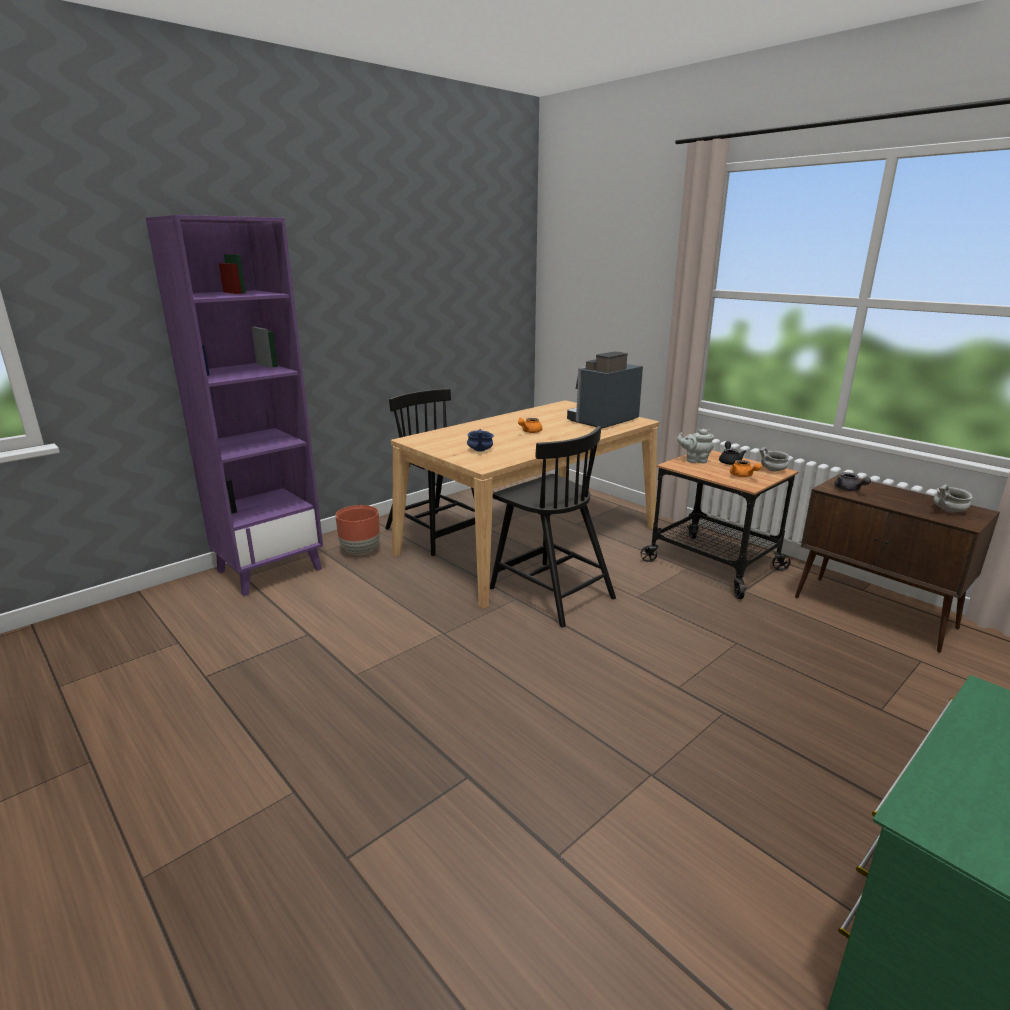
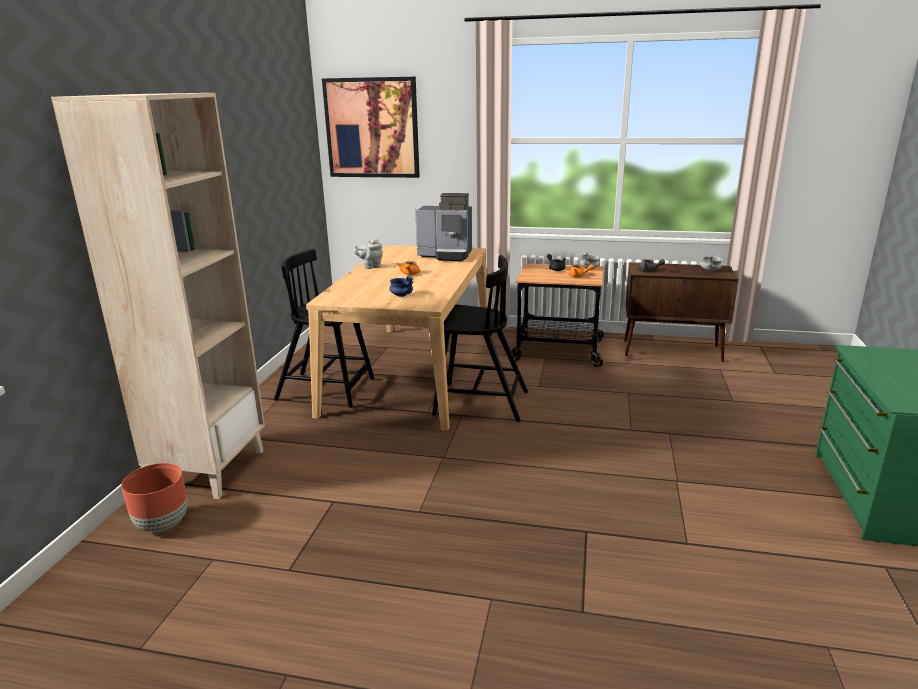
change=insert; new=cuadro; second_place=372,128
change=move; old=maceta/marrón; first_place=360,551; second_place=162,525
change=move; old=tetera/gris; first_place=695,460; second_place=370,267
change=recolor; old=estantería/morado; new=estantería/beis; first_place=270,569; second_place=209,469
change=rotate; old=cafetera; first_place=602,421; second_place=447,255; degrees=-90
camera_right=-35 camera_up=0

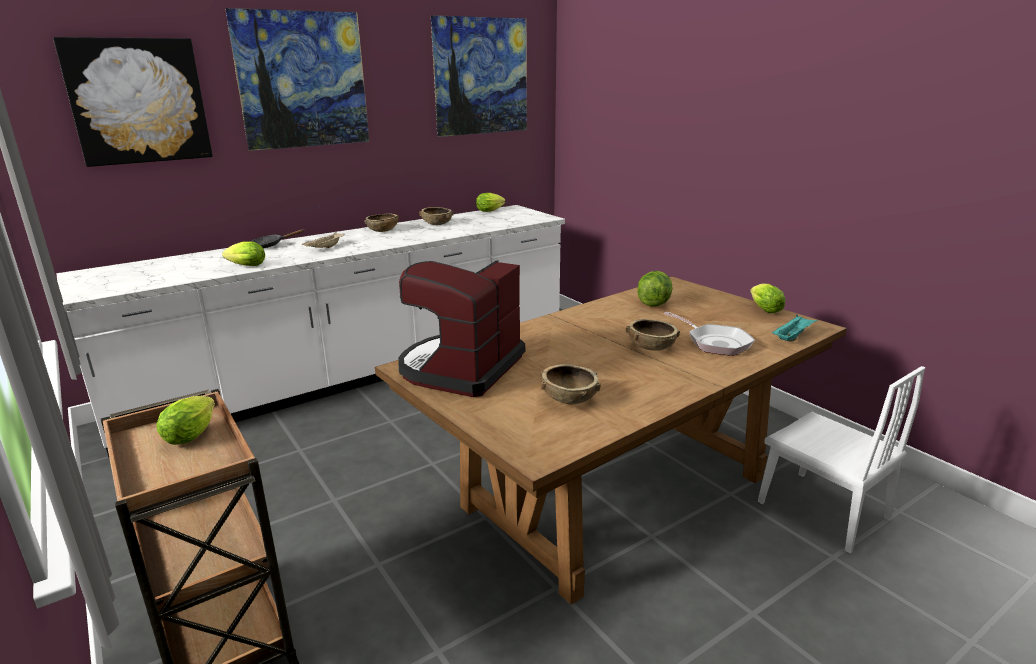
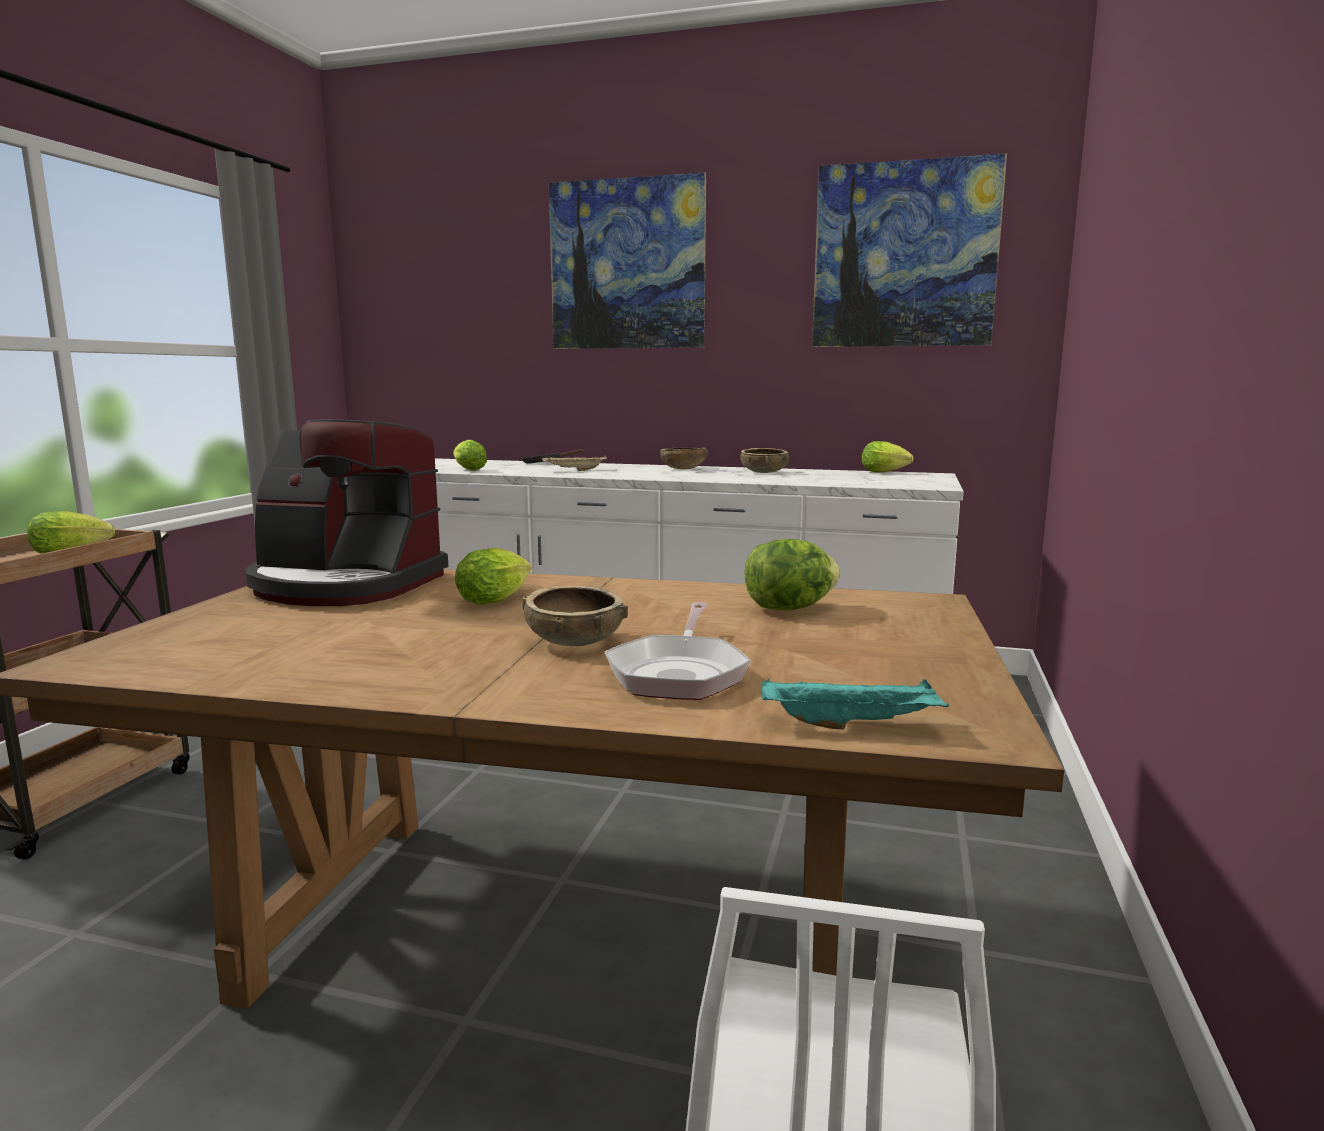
change=delete; old=cuadro; first_place=138,101
change=delete; old=cuenco/marrón; first_place=569,399
change=move; old=lechuga; first_place=763,309; second_place=497,600
change=rotate; old=cafetera; first_place=461,368; second_place=345,585; degrees=-150
camera_right=50 camera_up=-10

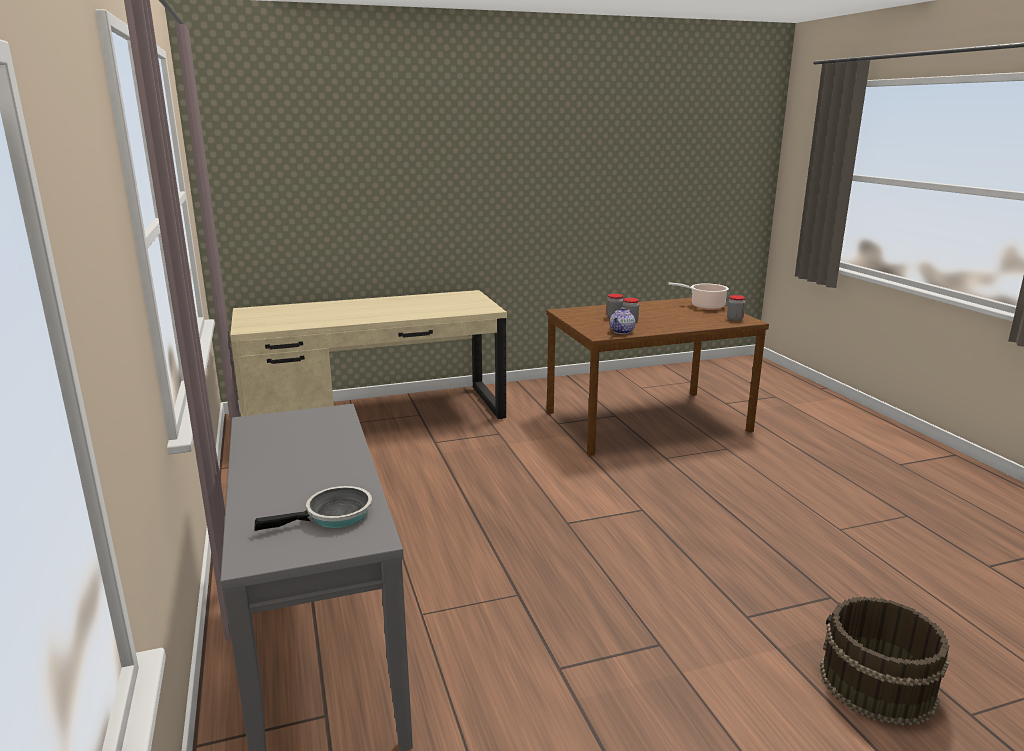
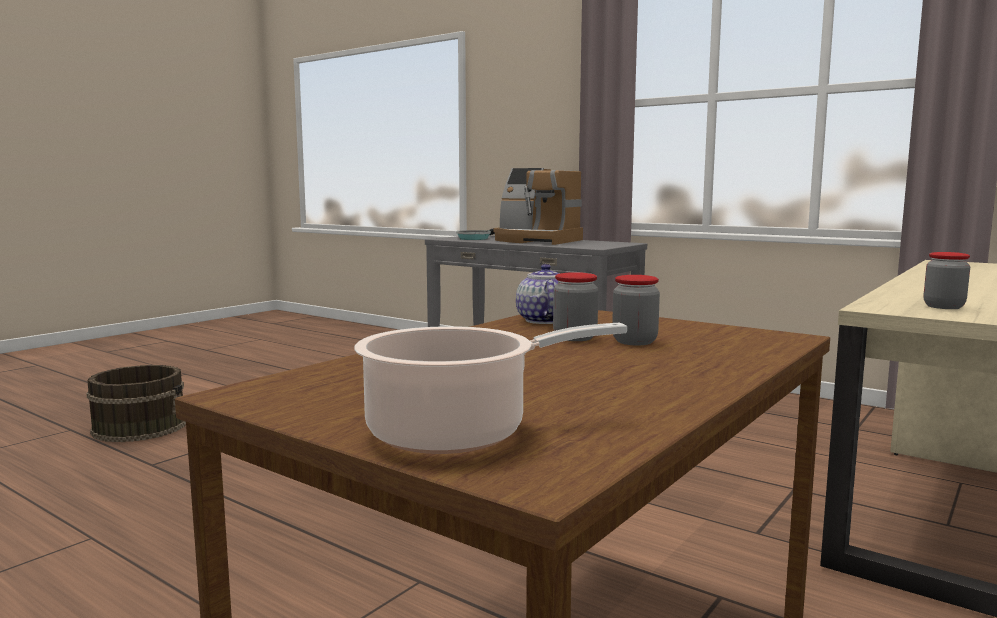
change=insert; new=cafetera; second_place=536,240
change=move; old=tarro; first_place=734,319; second_place=943,307
camera_right=145 camera_up=-10

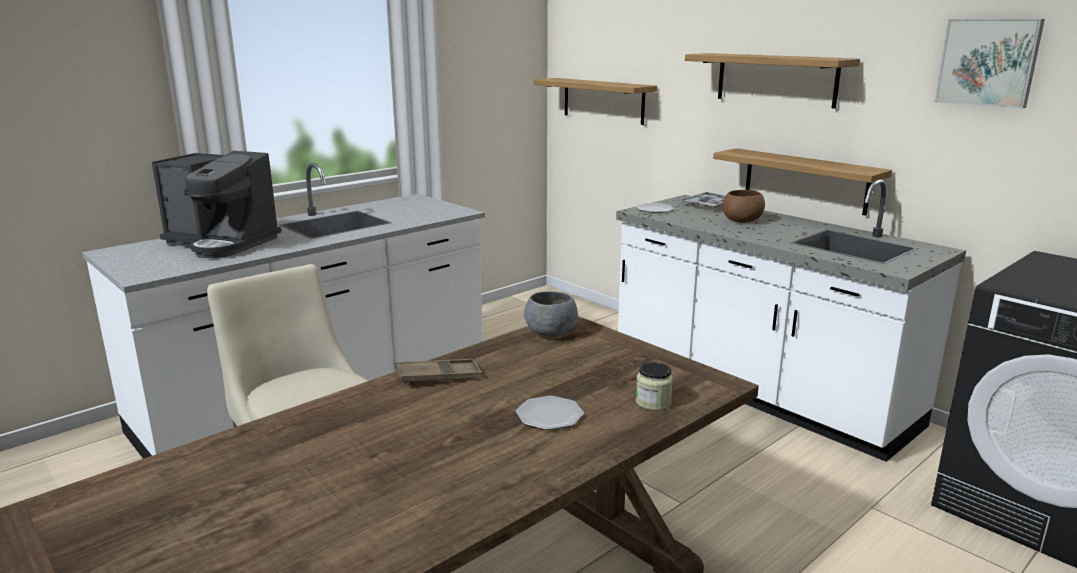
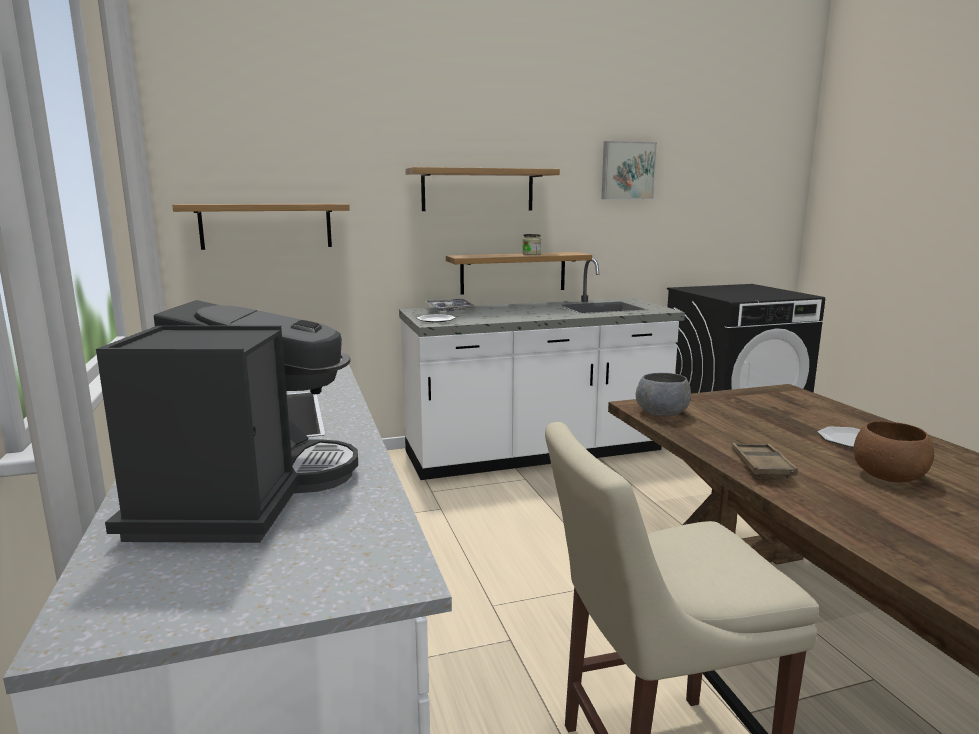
change=move; old=tarro; first_place=653,402; second_place=531,254
change=move; old=cuenco/marrón; first_place=741,221; second_place=887,477
change=rotate; old=cafetera; first_place=222,243; second_place=244,494; degrees=-45
camera_right=-65 camera_up=-5

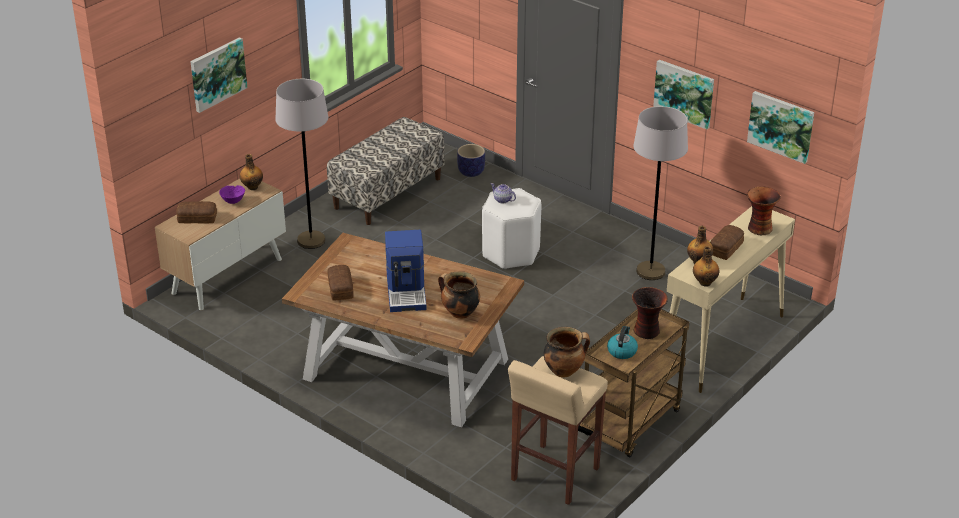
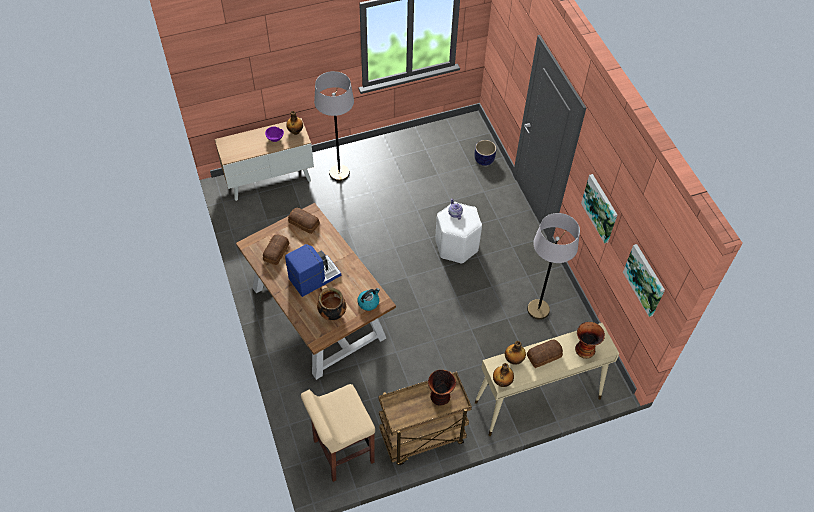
change=delete; old=cuadro; first_place=217,74
change=delete; old=banco; first_place=387,193
change=delete; old=olla; first_place=564,370
change=move; old=pan; first_place=198,218; second_place=304,224
change=move; old=hervidor; first_place=622,351; second_place=368,302
change=rotate; old=cafetera; first_place=407,292; second_place=314,277; degrees=-150
camera_right=30 camera_up=20

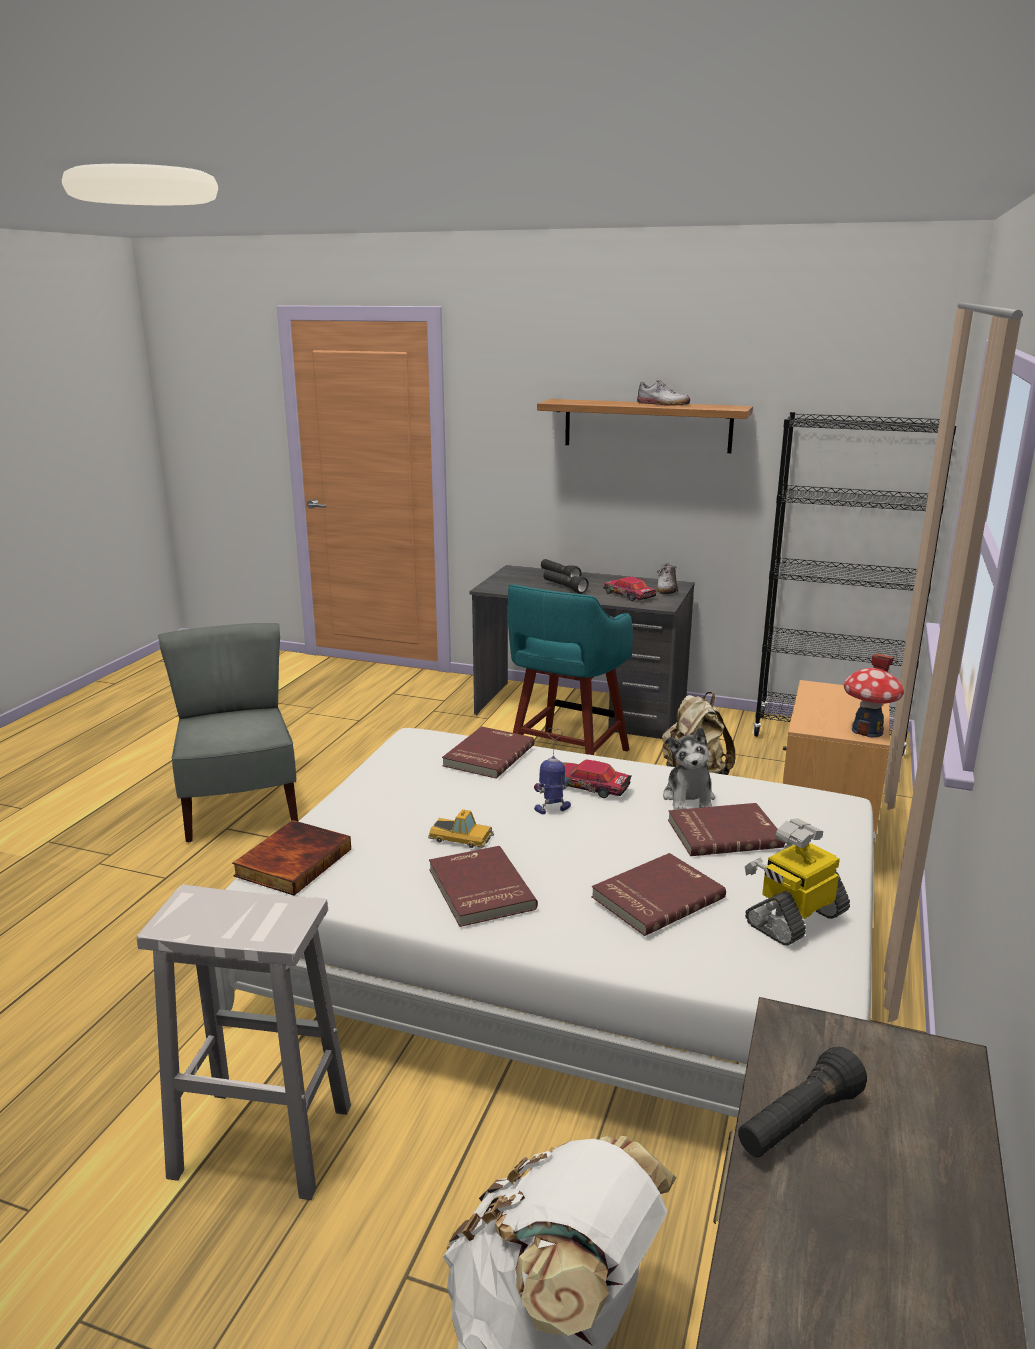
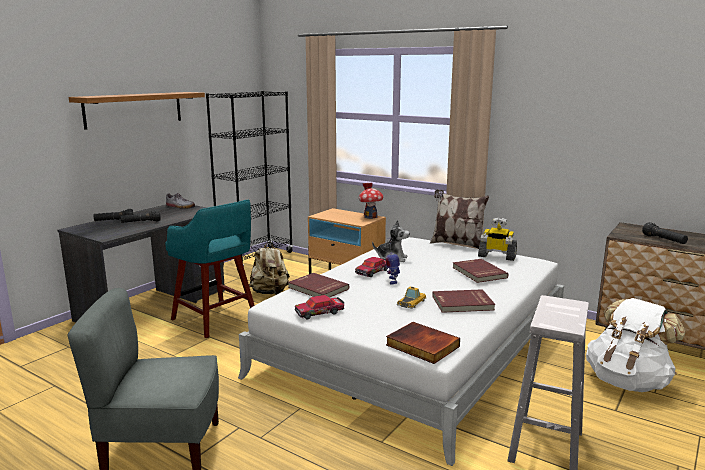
change=delete; old=zapato; first_place=662,404
change=delete; old=libro/rojo; first_place=723,832
change=insert; new=cojín; second_place=457,244
change=move; old=coche de juguete; first_place=629,596; second_place=320,312
change=rotate; old=robot de juguete; first_place=794,918; second_place=496,256; degrees=-45
camera_right=-75 camera_up=-5

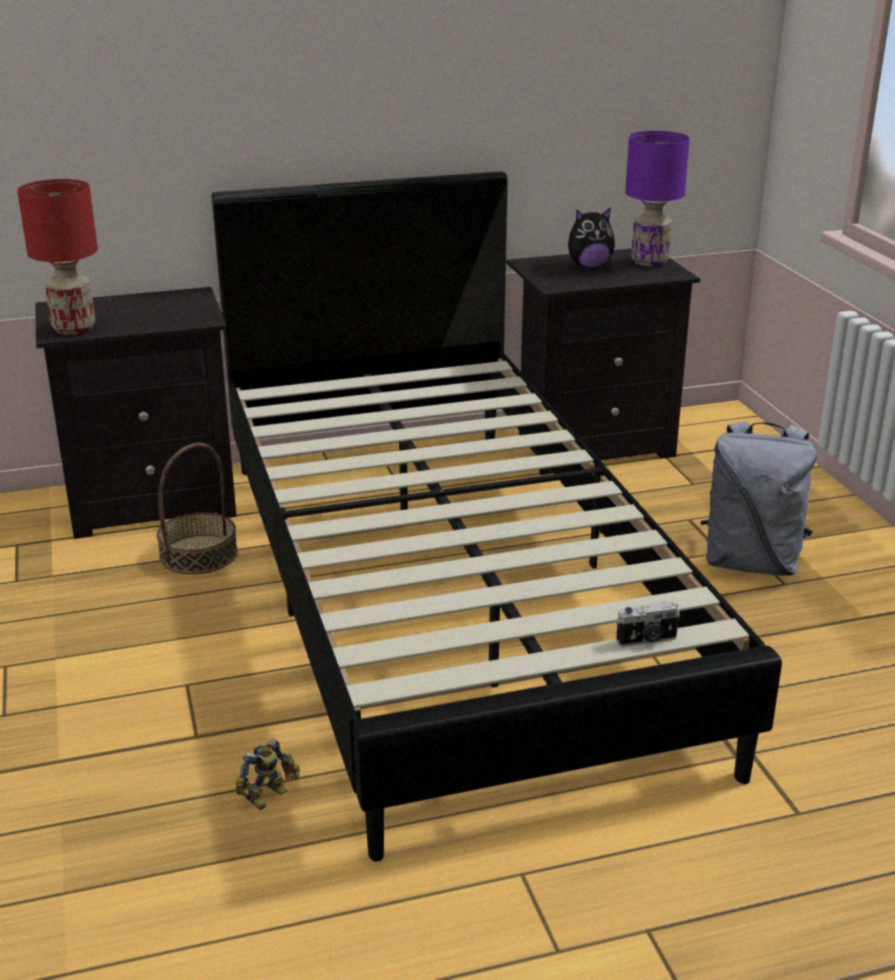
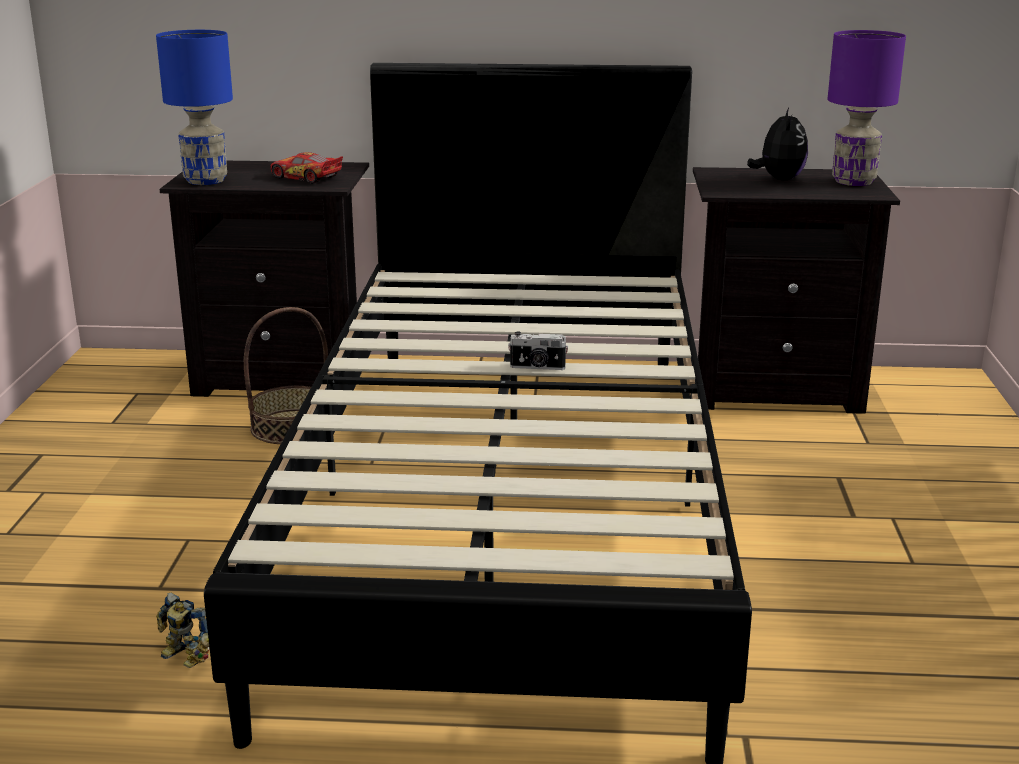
change=delete; old=mochila/gris; first_place=751,563
change=insert; new=coche de juguete; second_place=306,177
change=move; old=cámara; first_place=647,640; second_place=537,367
change=recolor; old=lámpara de mesa/rojo; new=lámpara de mesa/azul; first_place=73,329; second_place=205,181
change=rotate; old=robot de juguete; first_place=270,796; second_place=183,659; degrees=60
change=rotate; old=peluche; first_place=589,266; second_place=778,179; degrees=-90
camera_right=20 camera_up=-5

